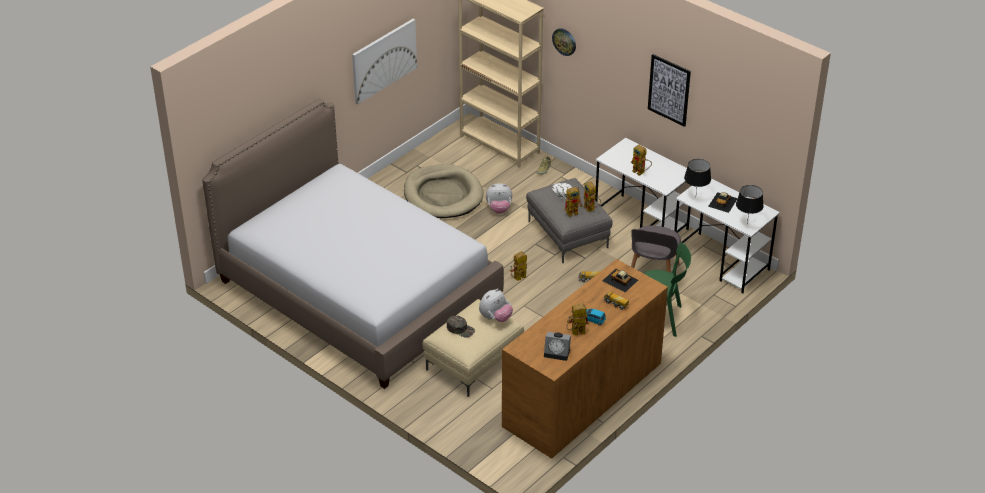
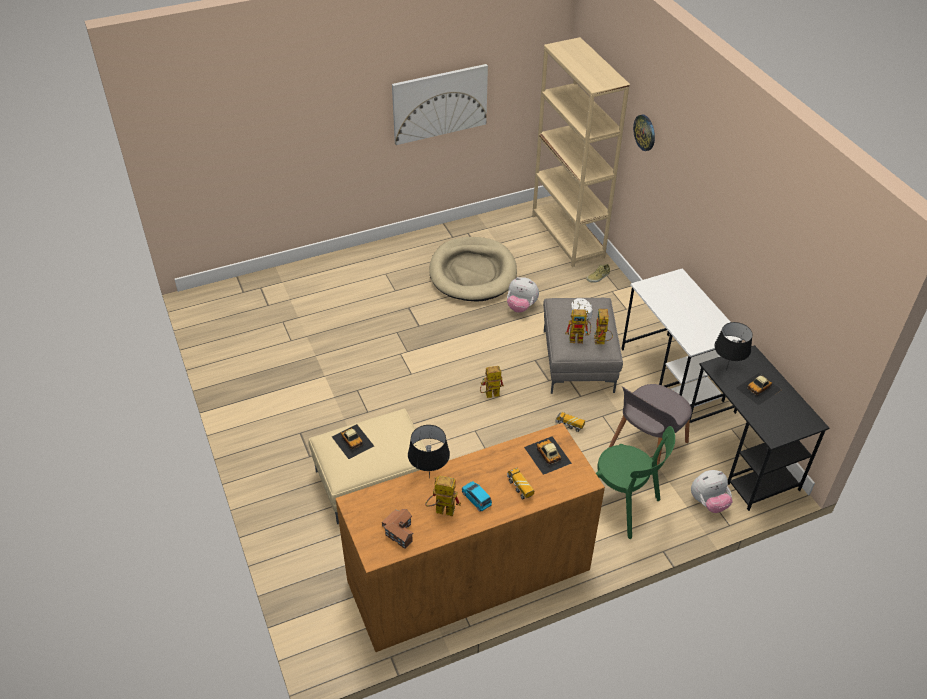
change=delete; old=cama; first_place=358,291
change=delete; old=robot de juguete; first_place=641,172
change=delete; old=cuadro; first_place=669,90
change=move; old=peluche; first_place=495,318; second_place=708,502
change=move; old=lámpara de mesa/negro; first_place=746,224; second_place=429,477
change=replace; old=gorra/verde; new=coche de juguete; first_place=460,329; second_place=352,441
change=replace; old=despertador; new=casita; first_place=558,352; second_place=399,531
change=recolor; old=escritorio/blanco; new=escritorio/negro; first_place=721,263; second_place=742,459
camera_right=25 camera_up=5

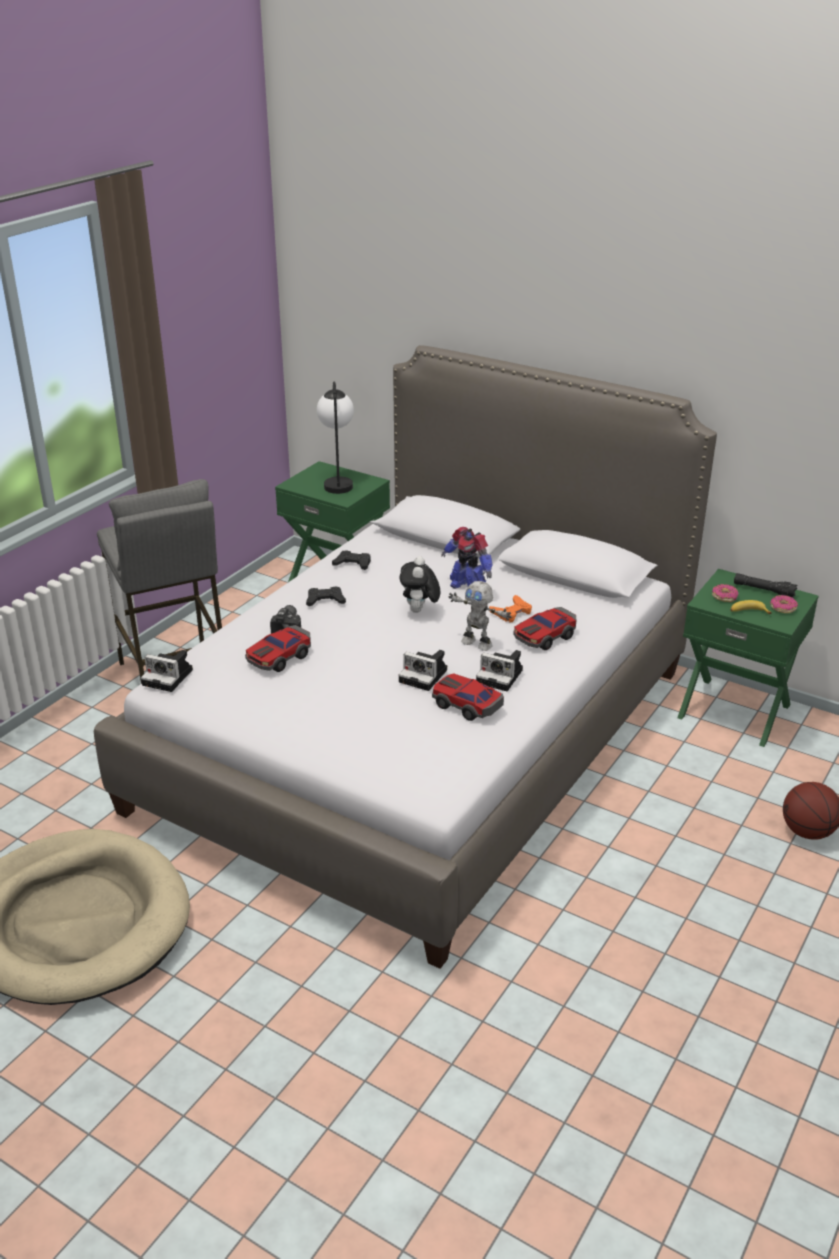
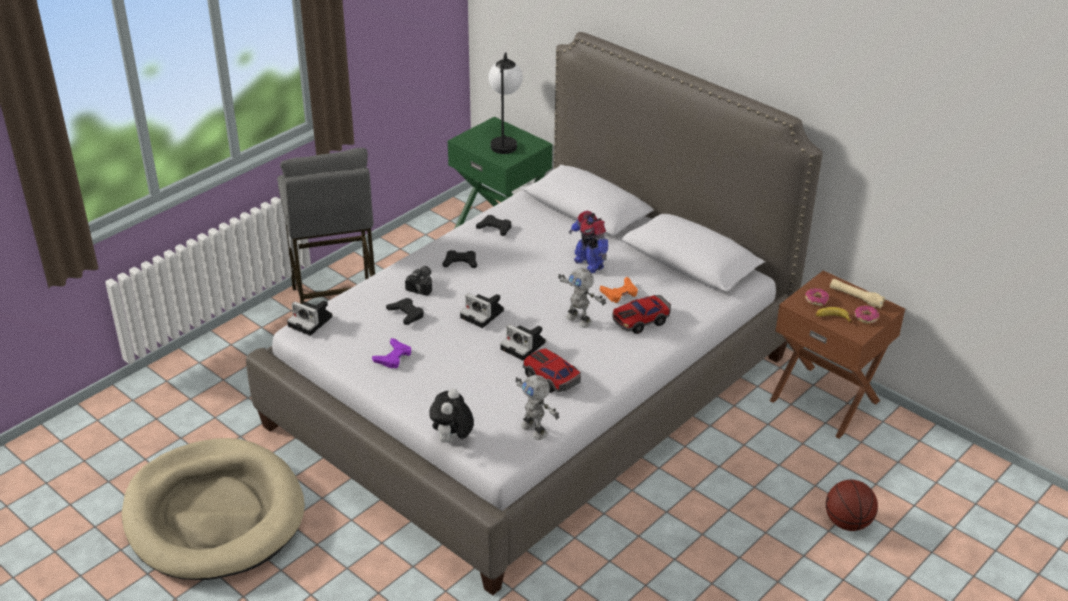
change=insert; new=mando de consola/morado; second_place=393,357
change=insert; new=robot de juguete; second_place=535,430
change=move; old=peluche; first_place=419,611; second_place=452,440
change=move; old=cámara; first_place=501,676; second_place=483,314
change=replace; old=coche de juguete; new=mando de consola/negro; first_place=279,657; second_place=406,314
change=recolor; old=mesita de noche/verde; new=mesita de noche/marrón; first_place=734,710; second_place=825,400
change=recolor; old=linterna/negro; new=linterna/beis; first_place=763,590; second_place=855,298
camera_right=10 camera_up=5

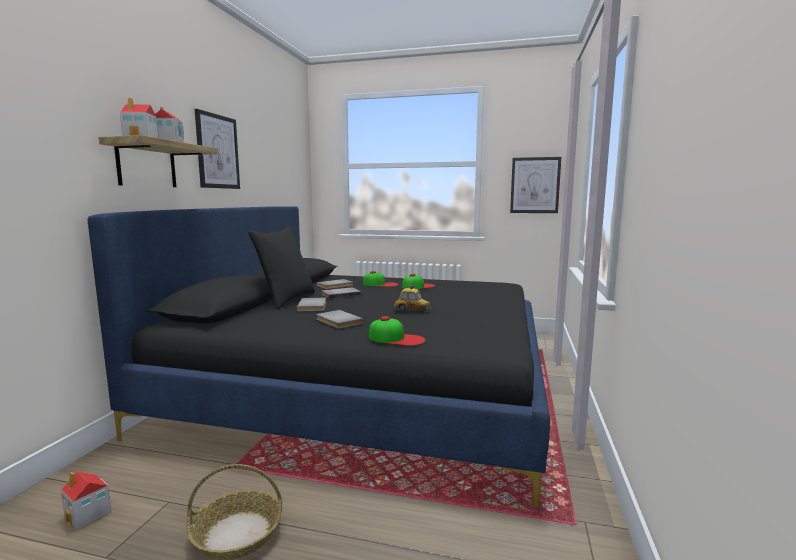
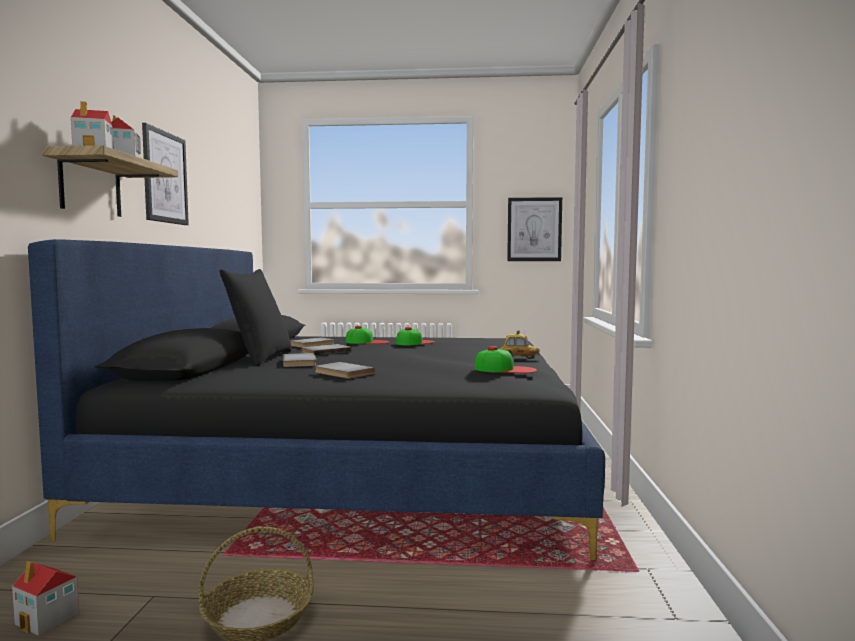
change=move; old=gorra; first_place=396,338; second_place=505,369
change=move; old=coche de juguete; first_place=412,310; second_place=518,358
camera_right=-10 camera_up=-5

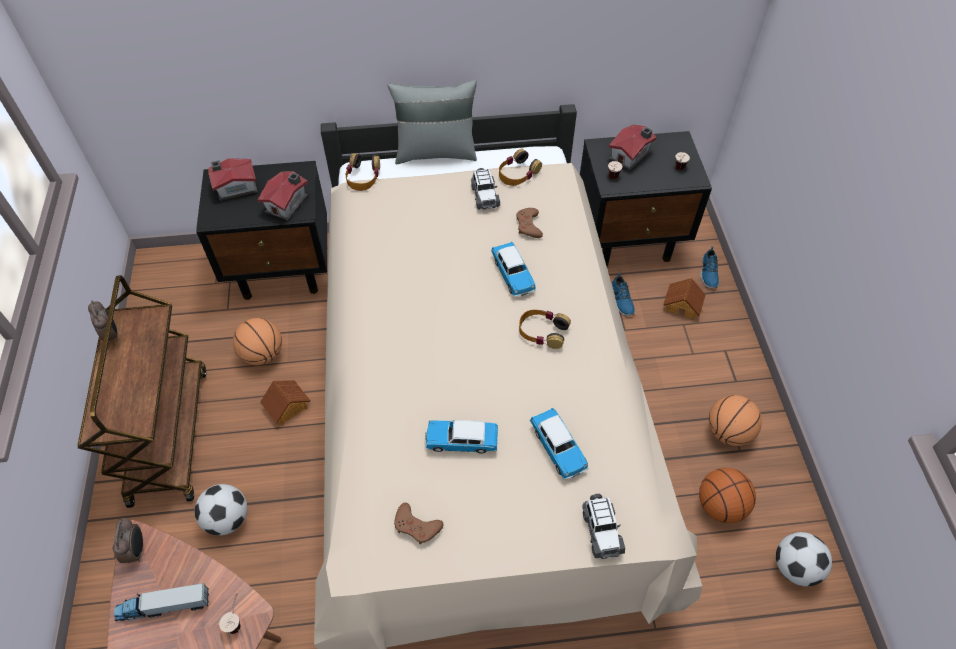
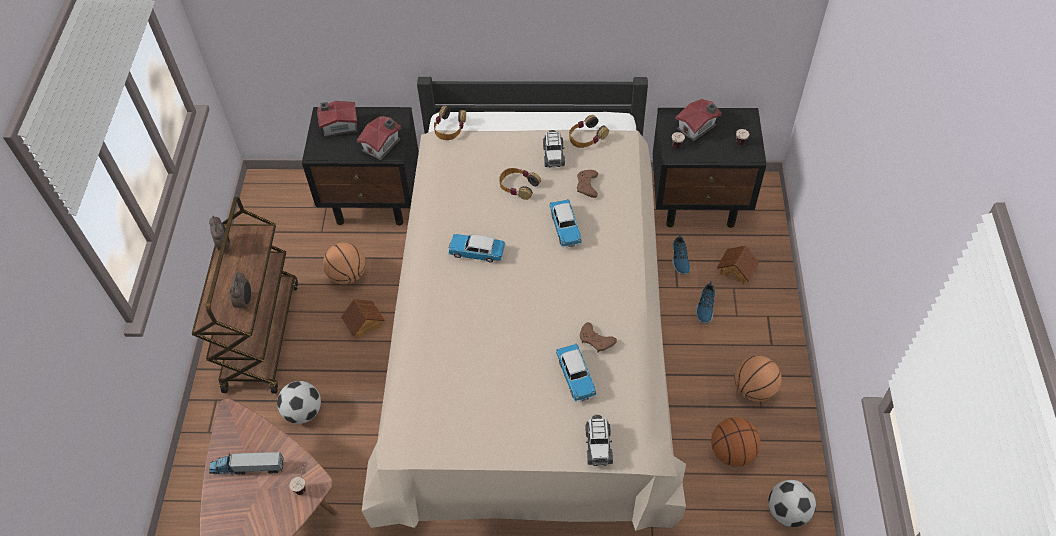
change=delete; old=cojín/gris; first_place=435,152
change=move; old=despertador; first_place=137,550; second_place=245,302
change=move; old=mando de consola/marrón; first_place=417,526; second_place=596,340
change=move; old=coche de juguete; first_place=461,441; second_place=476,252
change=move; old=auriculares; first_place=542,331; second_place=518,186
change=move; old=zapato; first_place=708,273; second_place=705,306
camera_right=10 camera_up=0

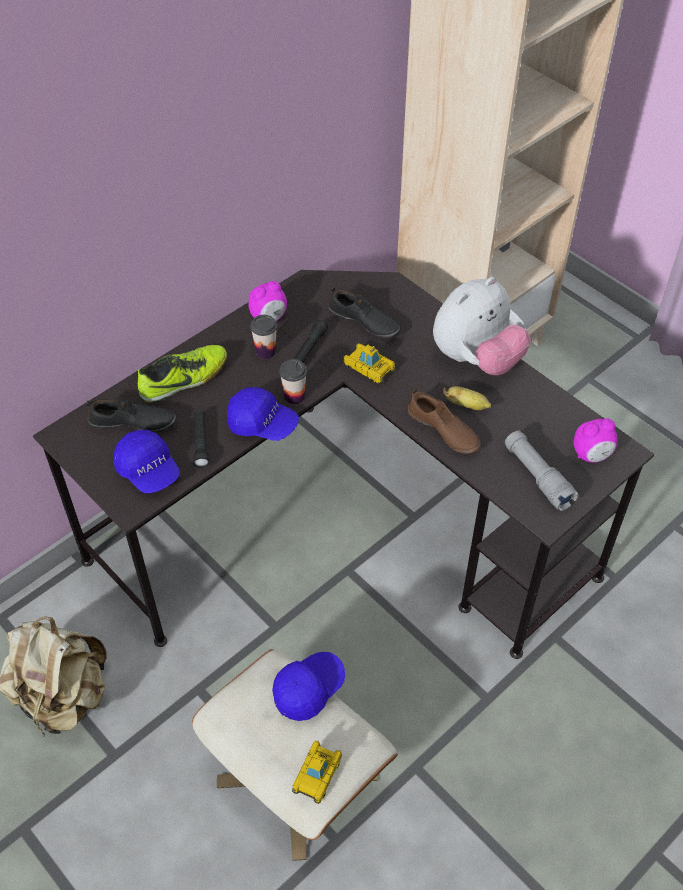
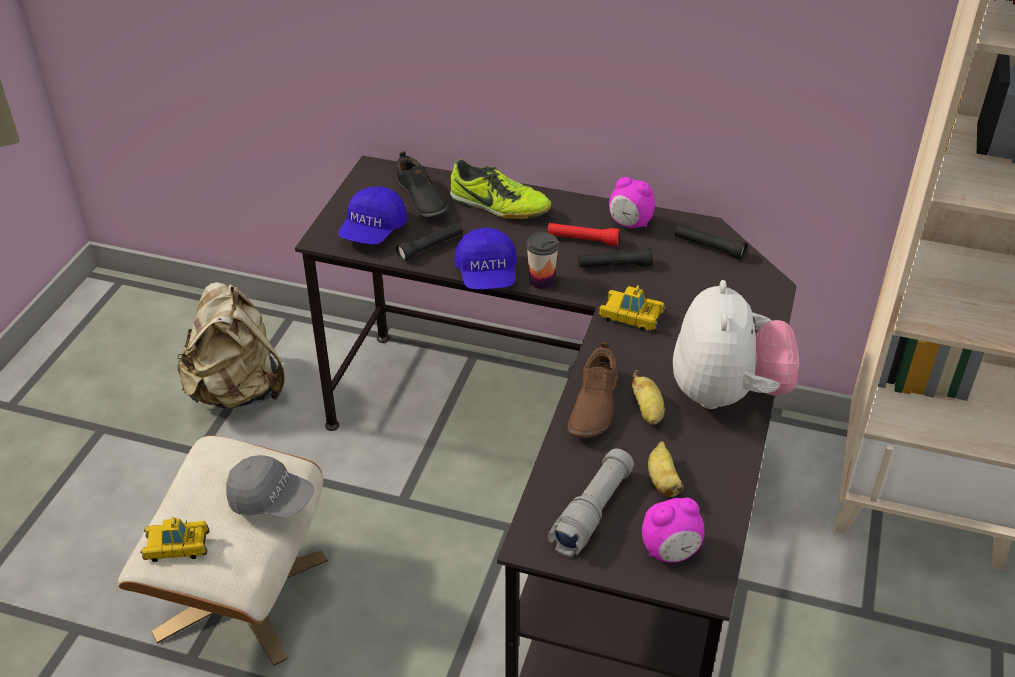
change=delete; old=zapato/negro; first_place=364,322
change=insert; new=plátano; second_place=662,481
change=insert; new=linterna/negro; second_place=709,247
change=replace; old=taza; new=linterna/rojo; first_place=265,352; second_place=582,240
change=recolor; old=gorra/azul; new=gorra/gris; first_place=308,689; second_place=271,499
change=rotate; old=coche de juguete; first_place=369,367; second_place=631,316; degrees=-75
change=rotate; old=peluche; first_place=476,359; second_place=727,394; degrees=-105
change=rotate; old=despertador; first_place=592,455; second_place=670,552; degrees=-60
camera_right=60 camera_up=-10

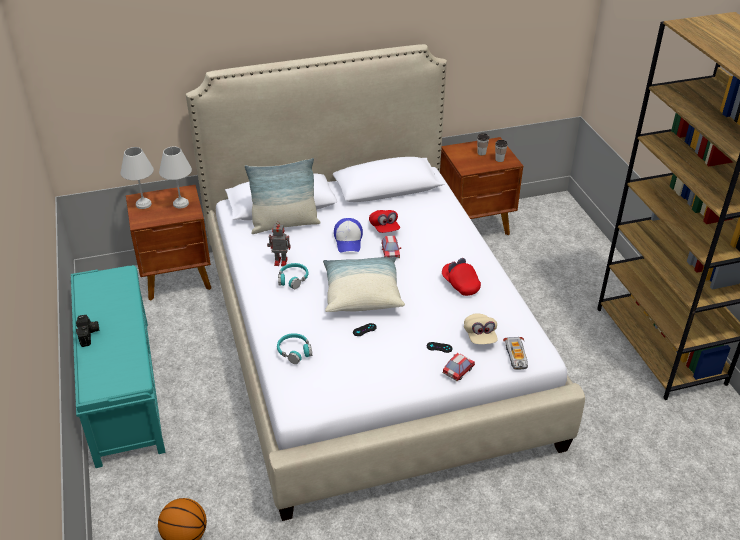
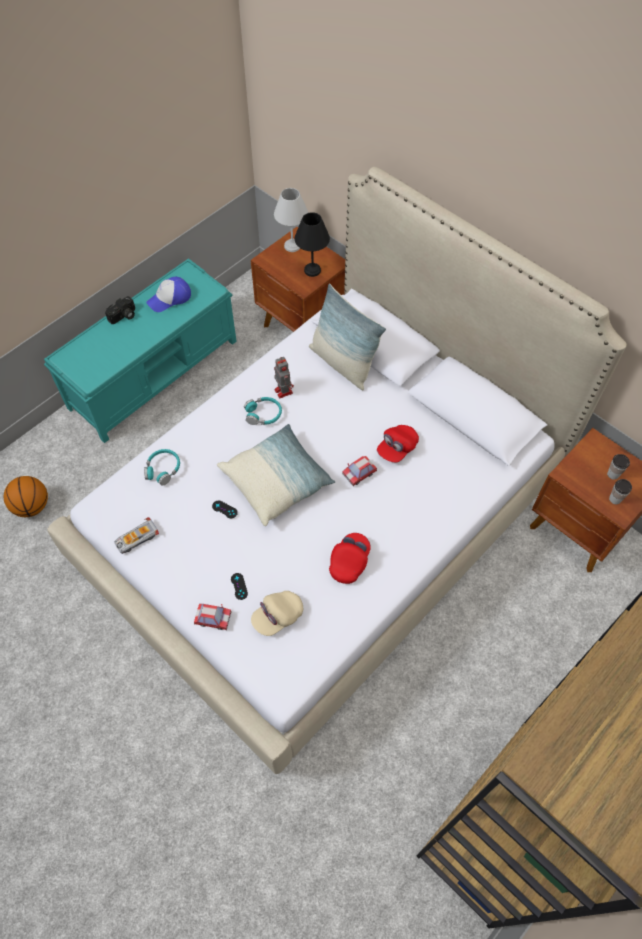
change=move; old=gorra; first_place=348,240; second_place=170,298
change=move; old=coche de juguete; first_place=516,356; second_place=137,538
change=recolor; old=lámpara de mesa/blanco; new=lámpara de mesa/negro; first_place=180,204; second_place=311,270
camera_right=60 camera_up=20

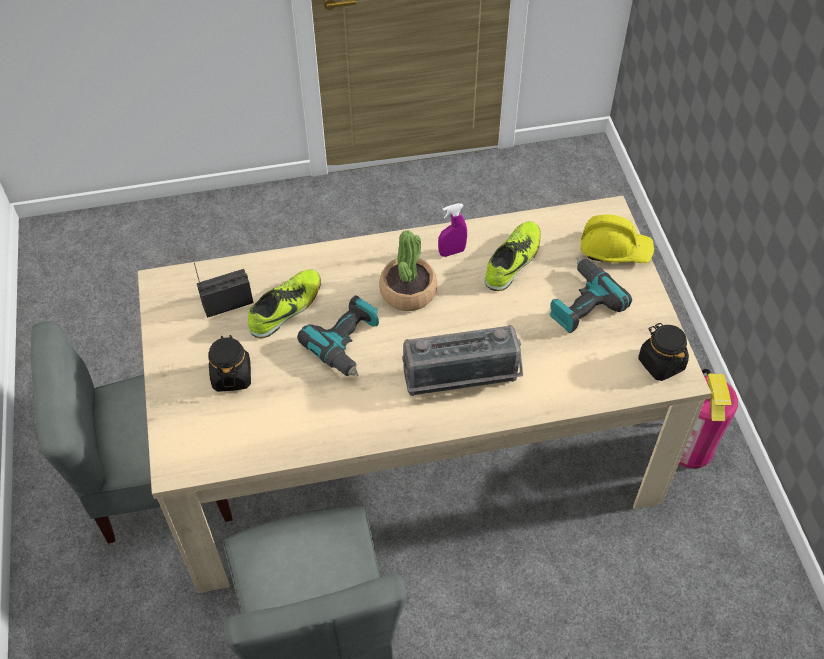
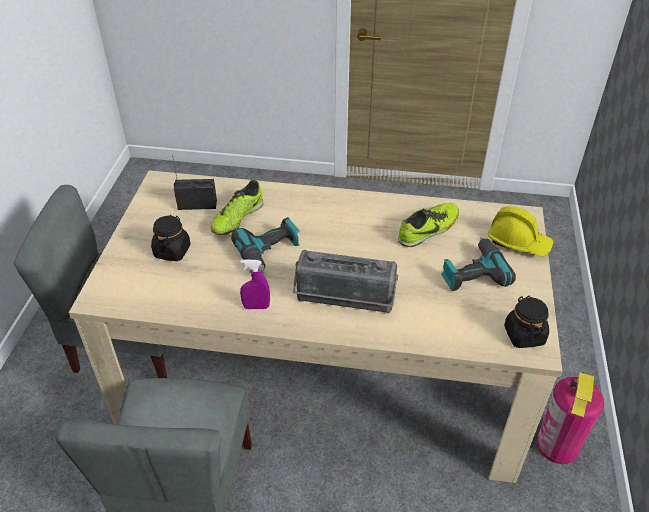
change=delete; old=planta en maceta; first_place=408,291
change=move; old=pulverizador/morado; first_place=452,252; second_place=256,307
change=rotate; old=zapato; first_place=286,308; second_place=237,218; degrees=150
camera_right=20 camera_up=-10

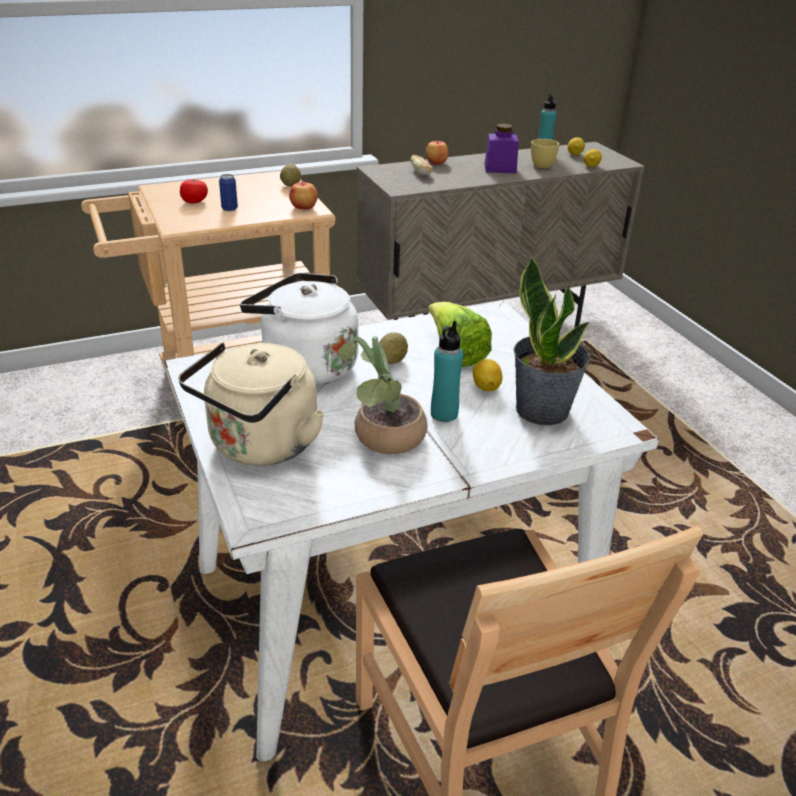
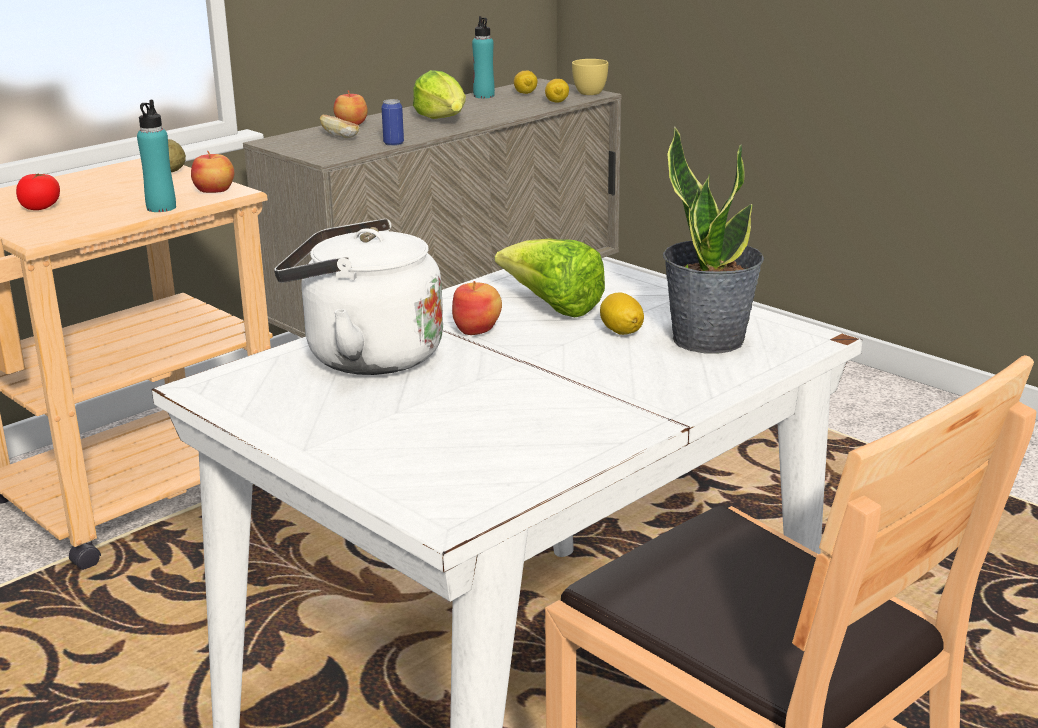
change=delete; old=hervidor/beis; first_place=260,446
change=delete; old=planta en maceta; first_place=383,440
change=move; old=lata; first_place=229,208; second_place=393,143
change=move; old=botella/turquesa; first_place=444,414; second_place=161,208
change=move; old=taza/amarillo; first_place=542,164; second_place=588,92
change=replace; old=patata; new=manzana; first_place=391,361; second_place=477,329
change=replace; old=tarro/morado; new=lechuga; first_place=500,169; second_place=443,119
camera_right=-20 camera_up=-10

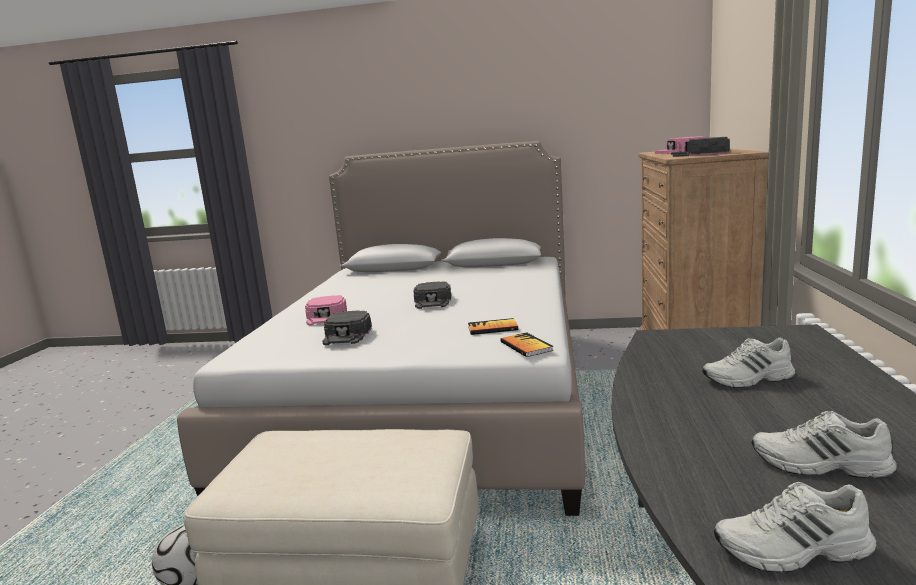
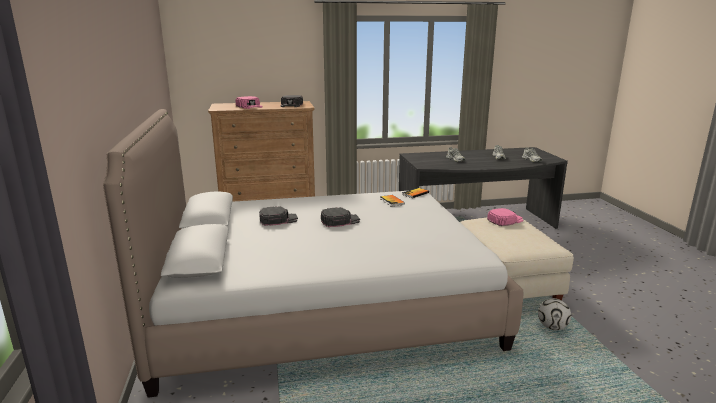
change=move; old=gorra/rosa; first_place=326,316; second_place=505,220
change=move; old=gorra/negro; first_place=347,334; second_place=278,219
camera_right=-110 camera_up=5

